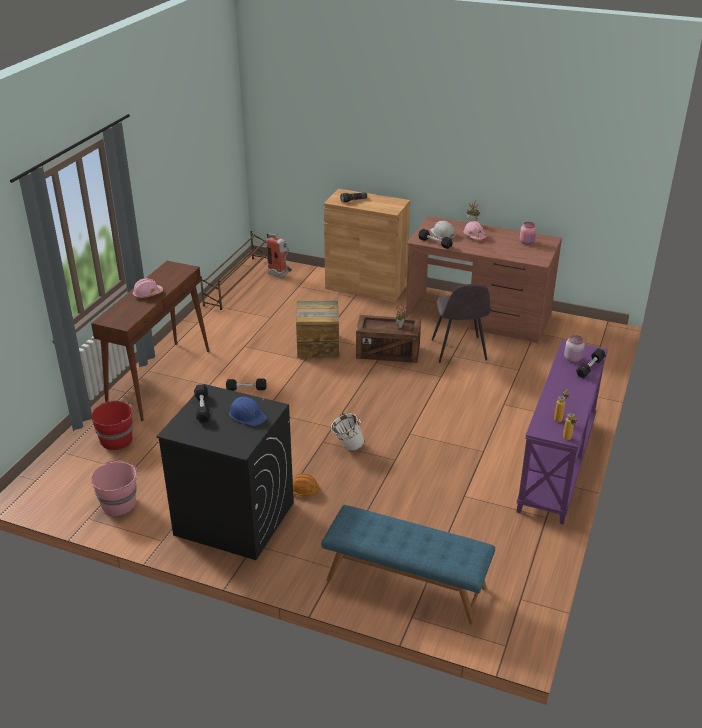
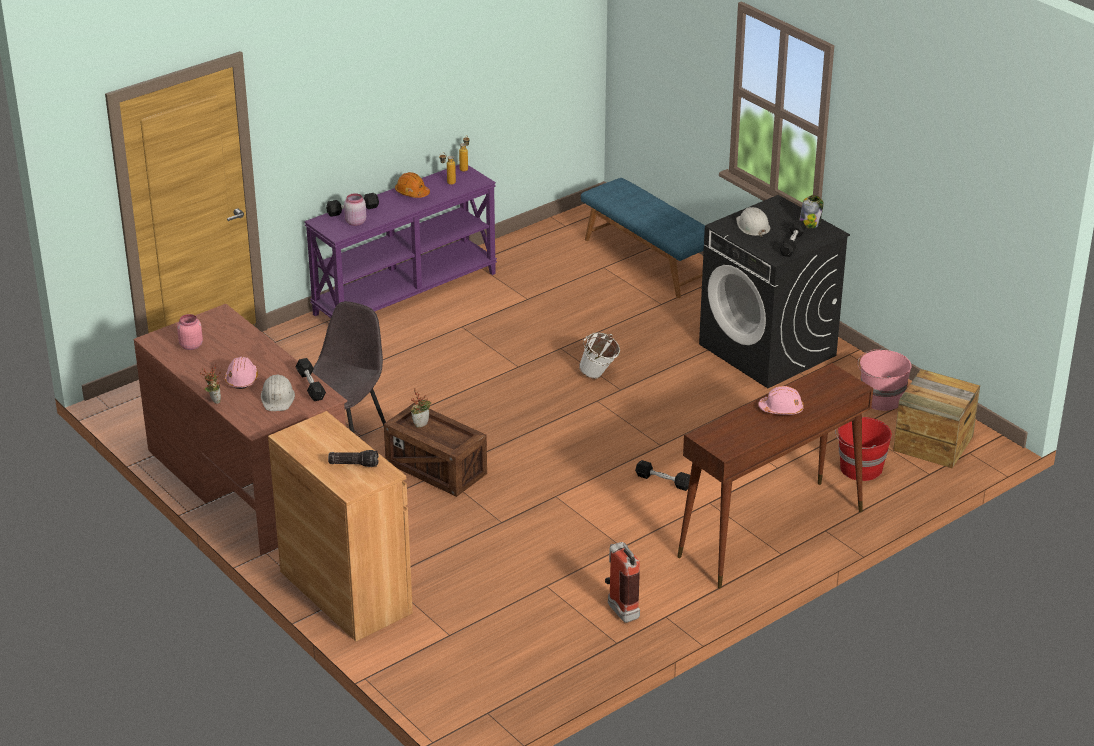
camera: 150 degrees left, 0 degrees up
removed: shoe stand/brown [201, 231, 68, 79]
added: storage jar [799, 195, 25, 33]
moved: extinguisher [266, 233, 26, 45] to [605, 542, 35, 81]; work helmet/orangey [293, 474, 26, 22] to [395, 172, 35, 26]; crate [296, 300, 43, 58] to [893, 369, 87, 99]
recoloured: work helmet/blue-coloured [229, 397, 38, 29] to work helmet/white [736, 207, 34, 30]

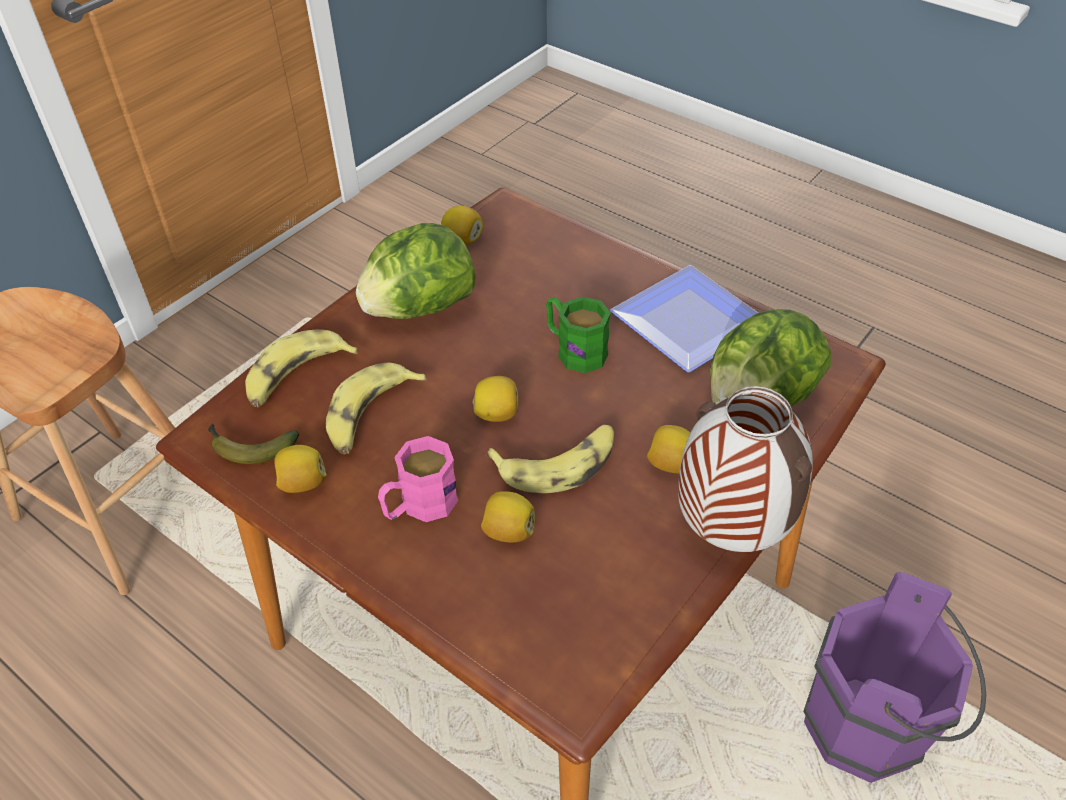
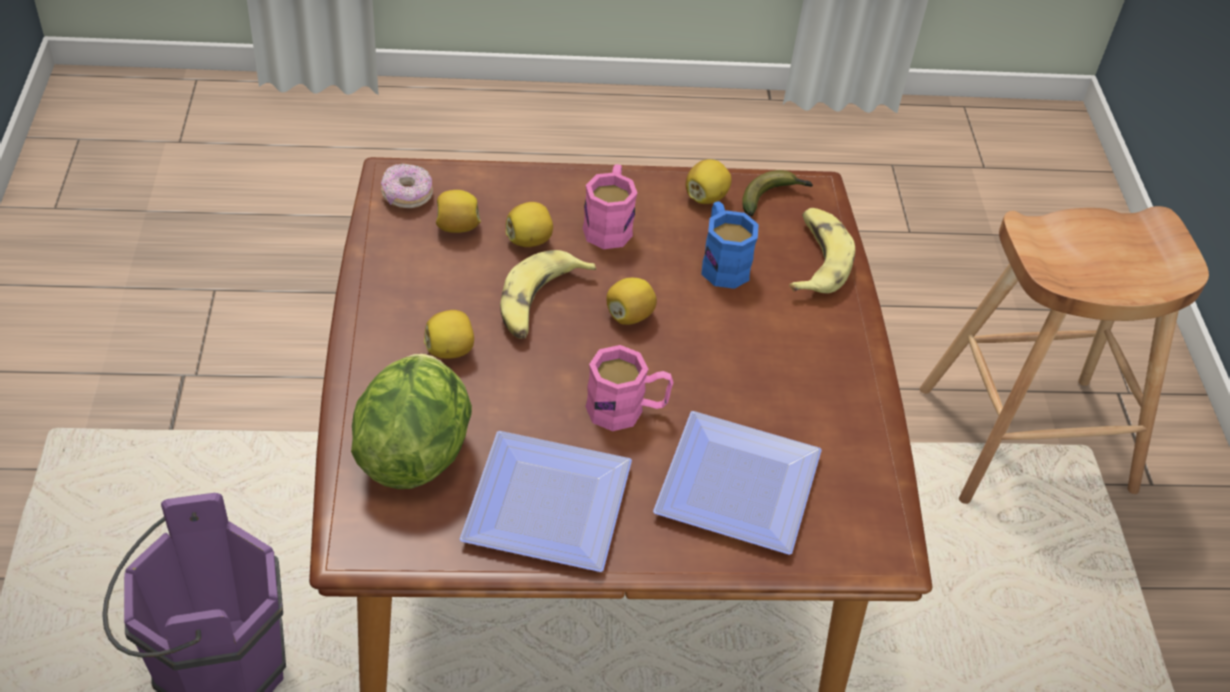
camera: 135 degrees right, 0 degrees up
removed: lettuce [356, 223, 120, 96]; flower vase [678, 386, 135, 166]
added: donut [381, 163, 52, 45]; flat dish [653, 411, 169, 144]
moved: lemon [441, 205, 42, 40] to [436, 190, 45, 43]
replaced: whole banana [326, 363, 101, 91] to tea mug/blue-coloured [701, 202, 58, 87]
recoloured: tea mug/green-coloured [546, 297, 65, 76] to tea mug/pink-coloured [585, 345, 88, 86]

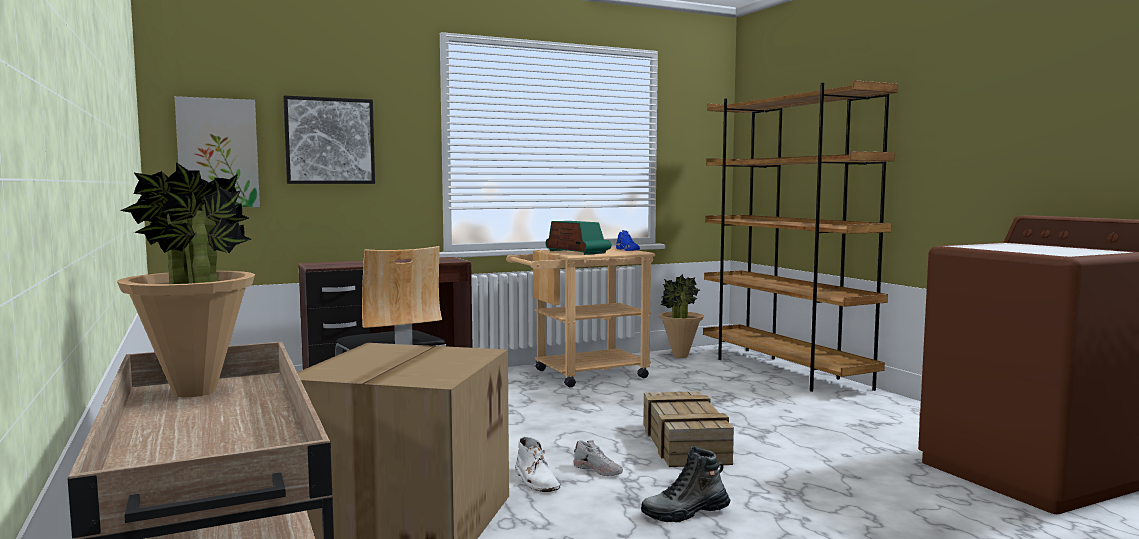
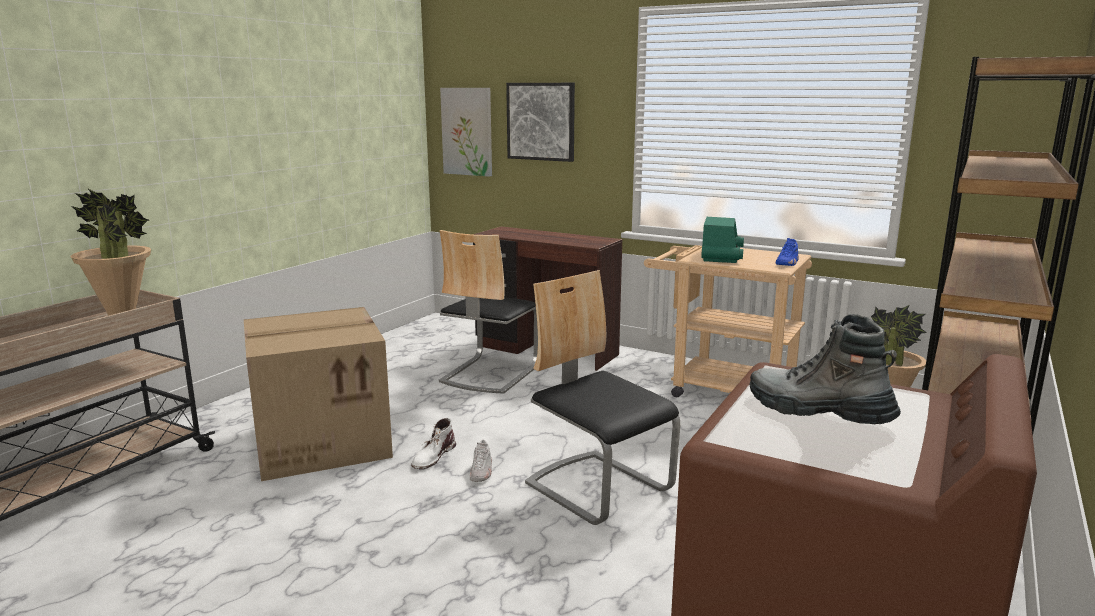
camera: 55 degrees right, 10 degrees up
moved: high-top boot [641, 447, 89, 75] to [749, 314, 152, 110]
replaced: crate [643, 391, 91, 76] to plain chair [525, 270, 156, 255]

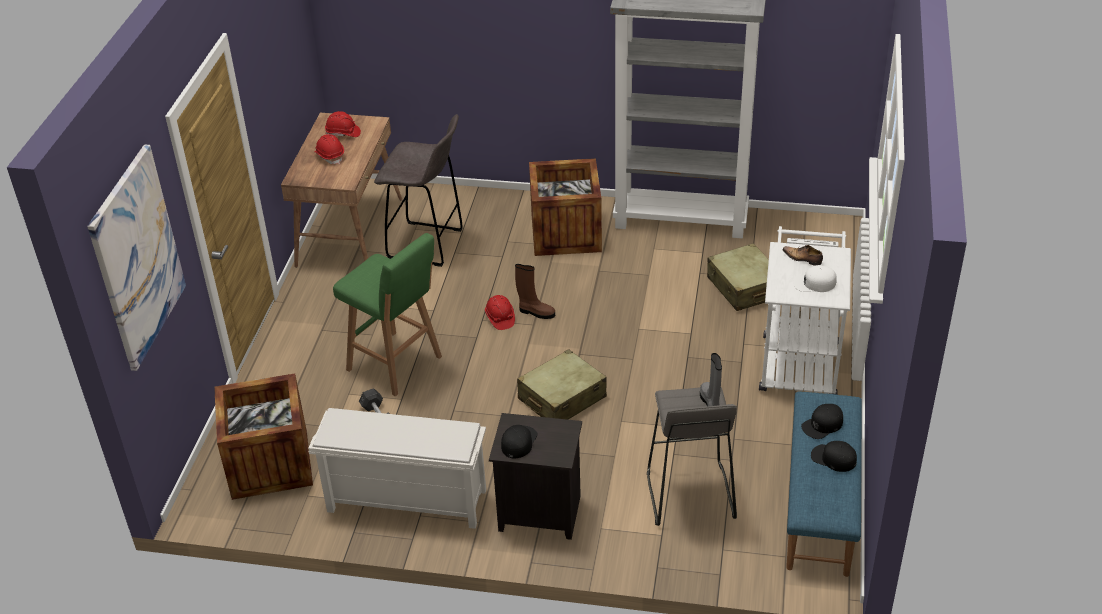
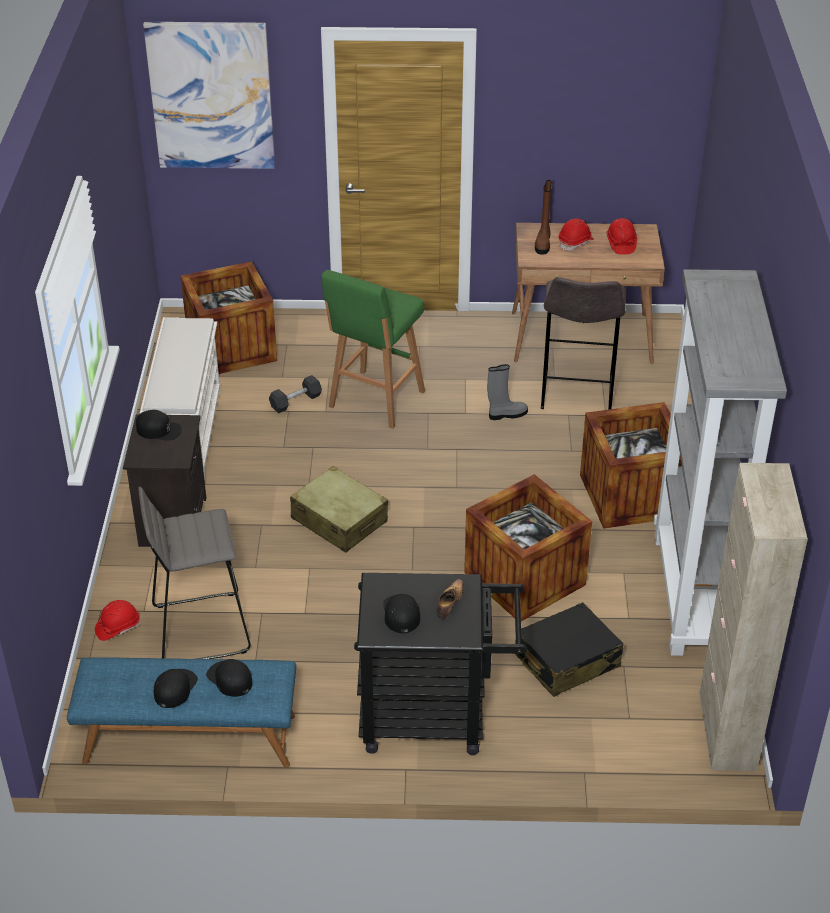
camera: 80 degrees right, 0 degrees up
added: crate [464, 474, 128, 147]; cupboard/beige [699, 463, 109, 308]
moved: work helmet/red-coloured [485, 295, 30, 35] to [95, 600, 45, 41]; high-top boot/brown [515, 264, 40, 55] to [535, 180, 17, 75]; high-top boot/grey [700, 353, 22, 54] to [487, 364, 41, 56]
recoloured: suitcase/beige [707, 243, 62, 68] to suitcase/black-coloured [515, 602, 109, 95]; wheeled cart/white [759, 226, 92, 169] to wheeled cart/black-coloured [354, 573, 173, 182]; peaked cap/white [793, 265, 43, 27] to peaked cap/black-coloured [383, 594, 37, 39]

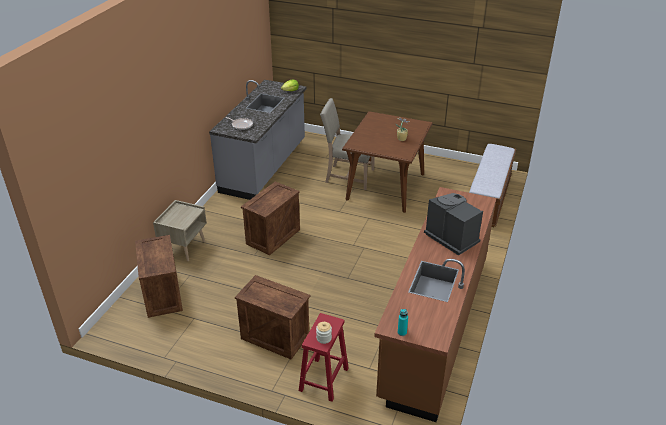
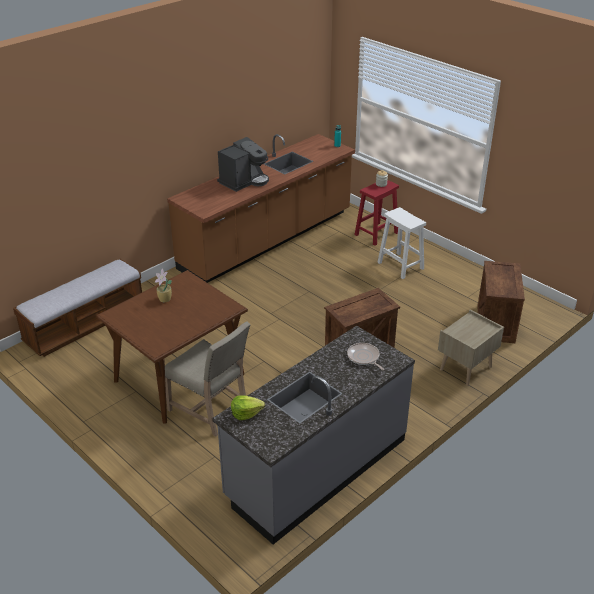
camera: 155 degrees left, 0 degrees up
replaced: crate [235, 275, 76, 84] to sitting stool/white [377, 207, 49, 72]
turned: coffee maker [424, 193, 59, 63] = [217, 137, 52, 55] 120 degrees counterclockwise

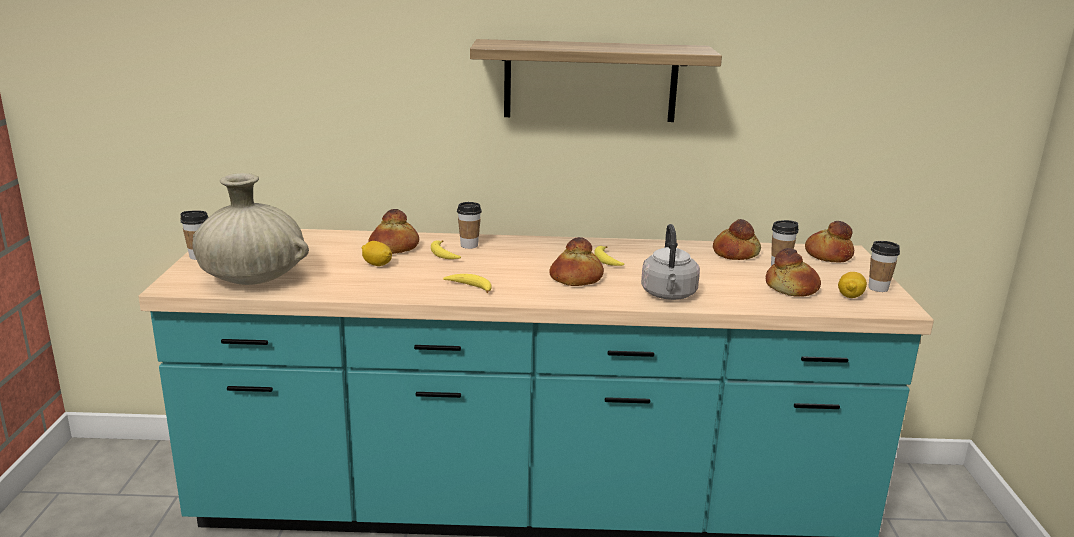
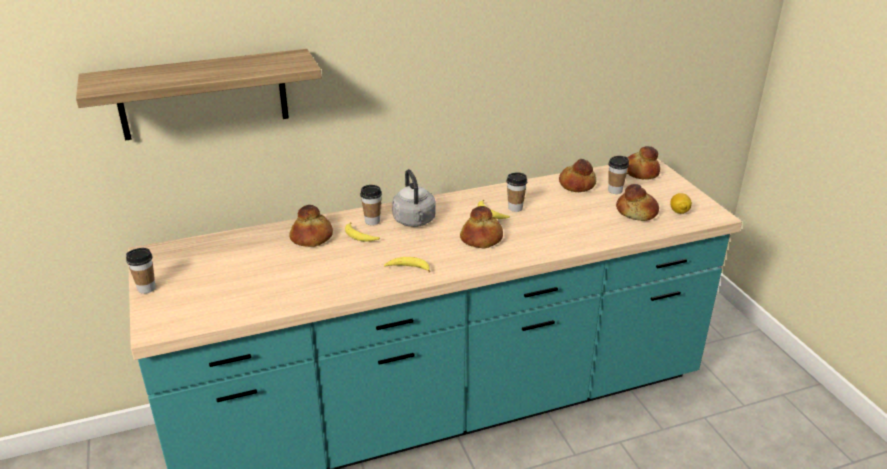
camera: 20 degrees left, 10 degrees up
removed: flower vase/beige [193, 173, 116, 112]; lemon [362, 241, 30, 25]
moved: bracket shelf [470, 39, 252, 83] to [76, 49, 246, 92]; water kettle/grey [641, 224, 59, 76] to [392, 169, 44, 58]; drinking cup [868, 241, 32, 51] to [507, 172, 20, 40]

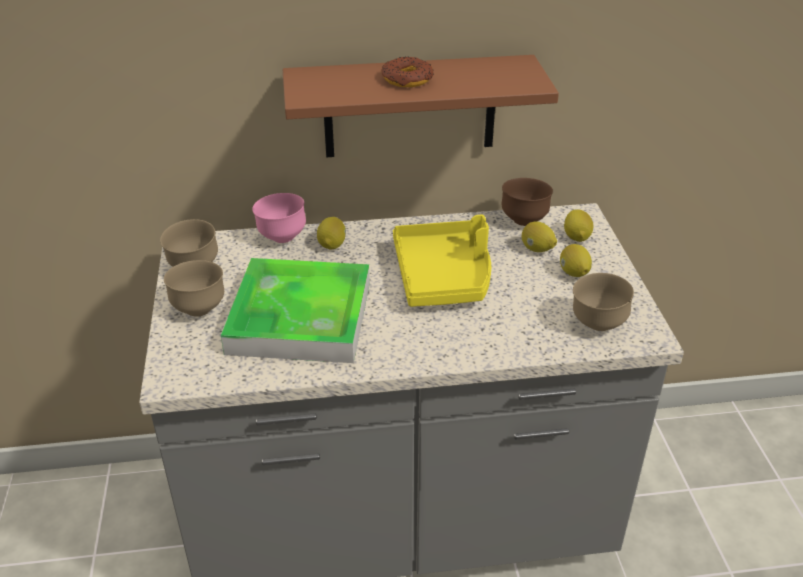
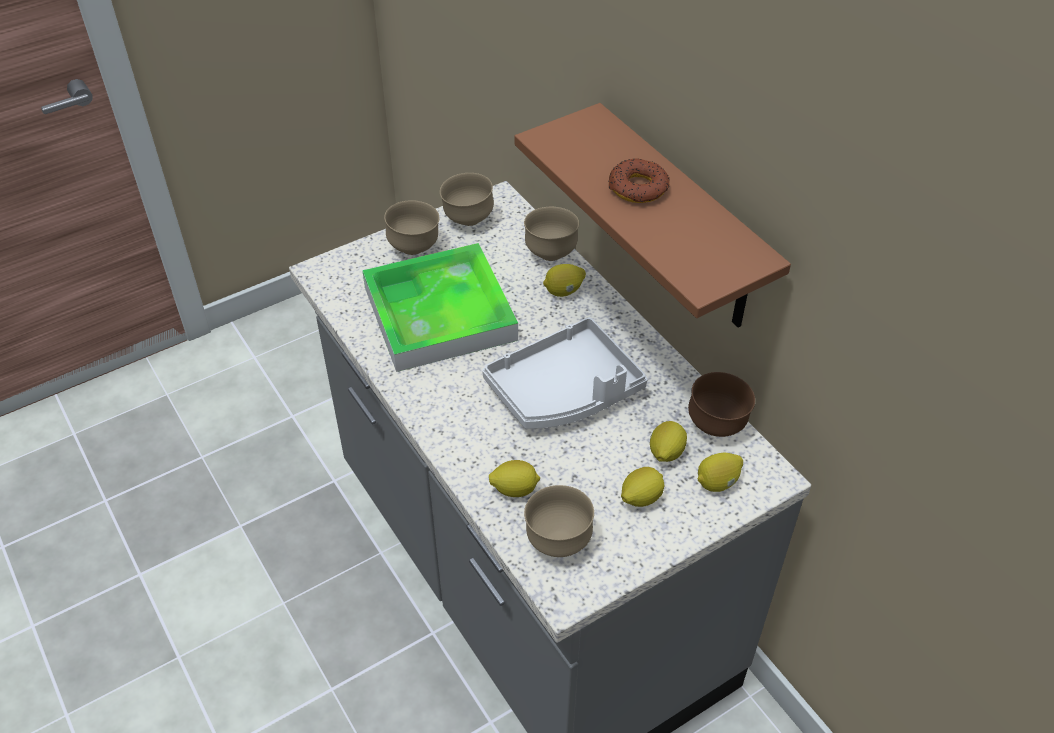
camera: 65 degrees right, 10 degrees up
added: lemon [489, 460, 51, 37]
recoloured: deep dish/pink-coloured [252, 193, 54, 50] to deep dish/brown [524, 207, 55, 54]; serving tray/yellow [393, 215, 98, 92] to serving tray/grey [482, 317, 166, 112]

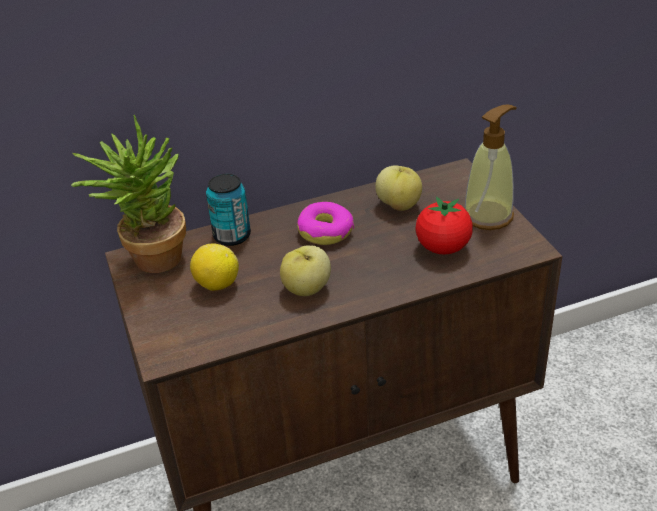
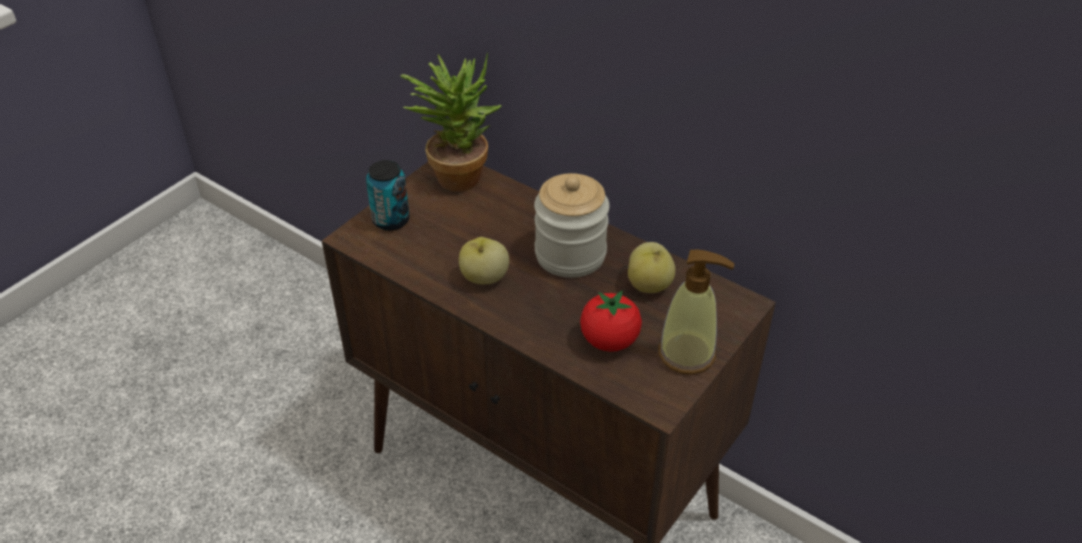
camera: 55 degrees right, 5 degrees up
removed: lemon [190, 243, 49, 48]
moved: can [206, 174, 45, 72] to [366, 160, 44, 71]
replaced: donut [297, 202, 57, 43] to storage jar [534, 173, 76, 105]

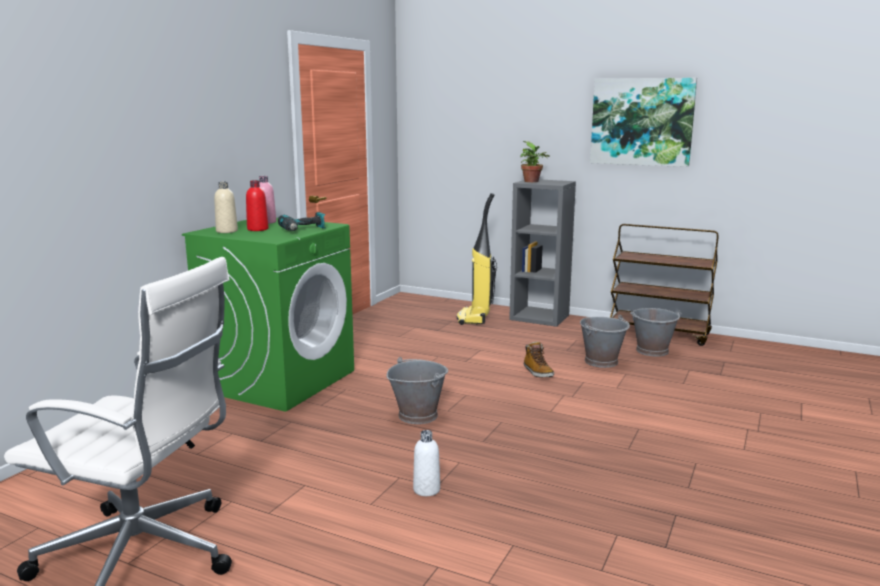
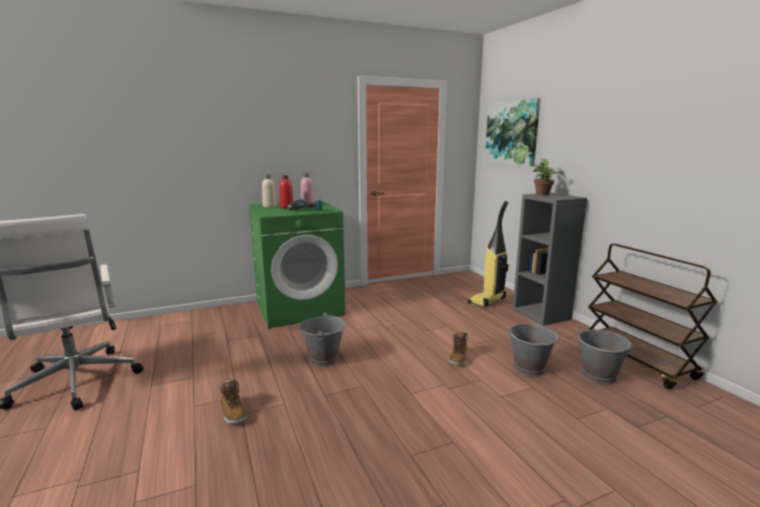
camera: 40 degrees right, 0 degrees up
moved: picture [590, 78, 107, 89] to [485, 98, 56, 69]
replaced: beverage bottle/white [413, 430, 27, 66] to high-top boot [219, 378, 28, 46]

